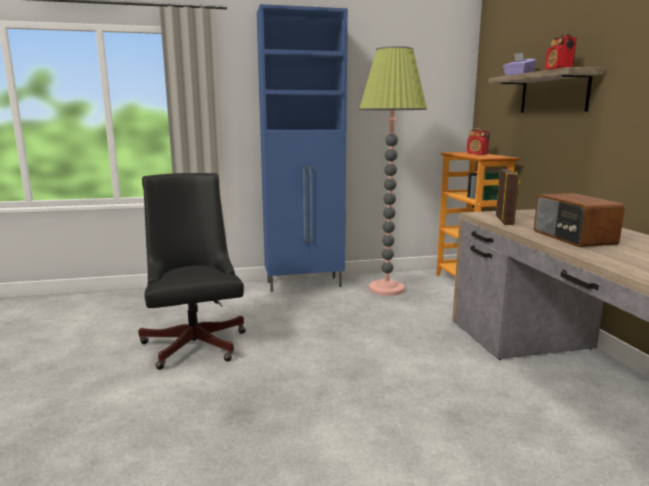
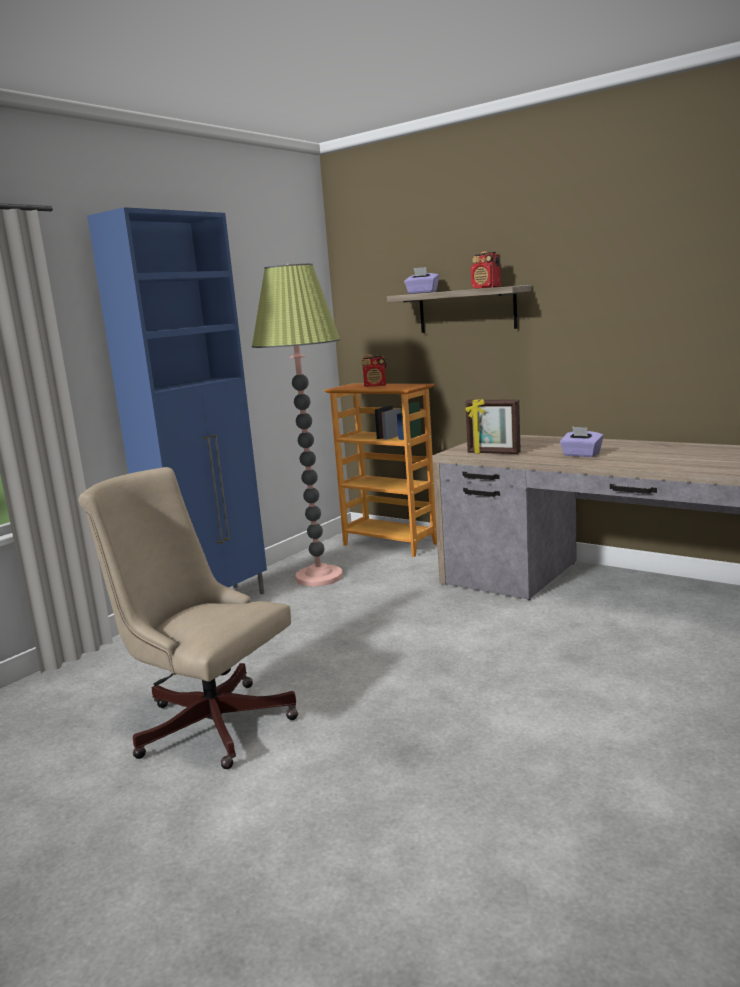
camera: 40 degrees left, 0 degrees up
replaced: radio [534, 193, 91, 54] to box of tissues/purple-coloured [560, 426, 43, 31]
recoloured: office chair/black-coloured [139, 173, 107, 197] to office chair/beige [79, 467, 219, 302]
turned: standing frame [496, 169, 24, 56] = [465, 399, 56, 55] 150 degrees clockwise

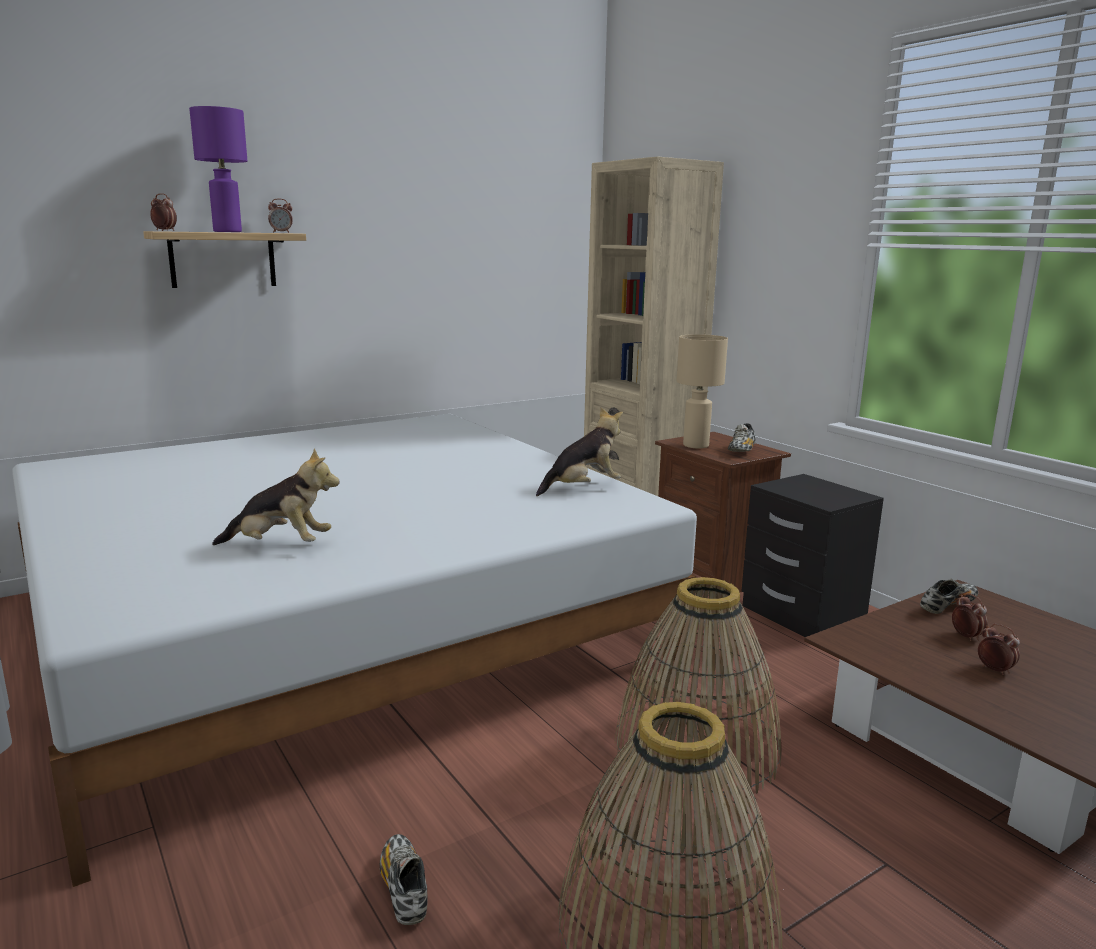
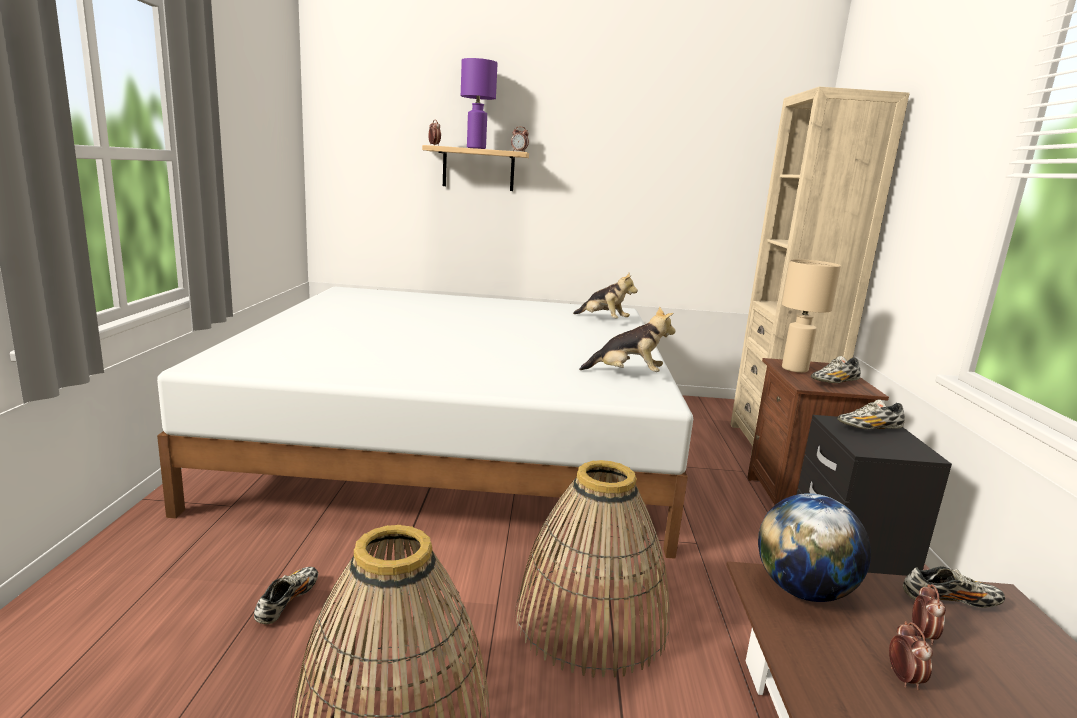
camera: 35 degrees right, 0 degrees up
added: desk globe [758, 493, 113, 109]; item of footwear [837, 399, 68, 30]
moved: plush toy [212, 448, 128, 97] to [573, 272, 65, 46]

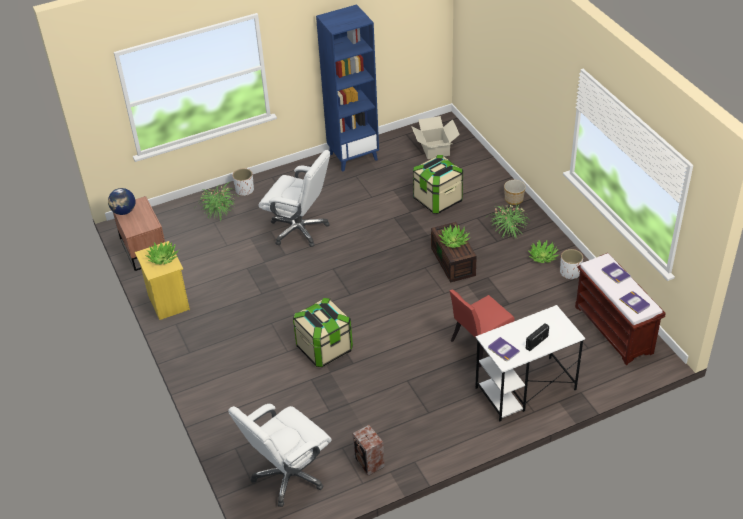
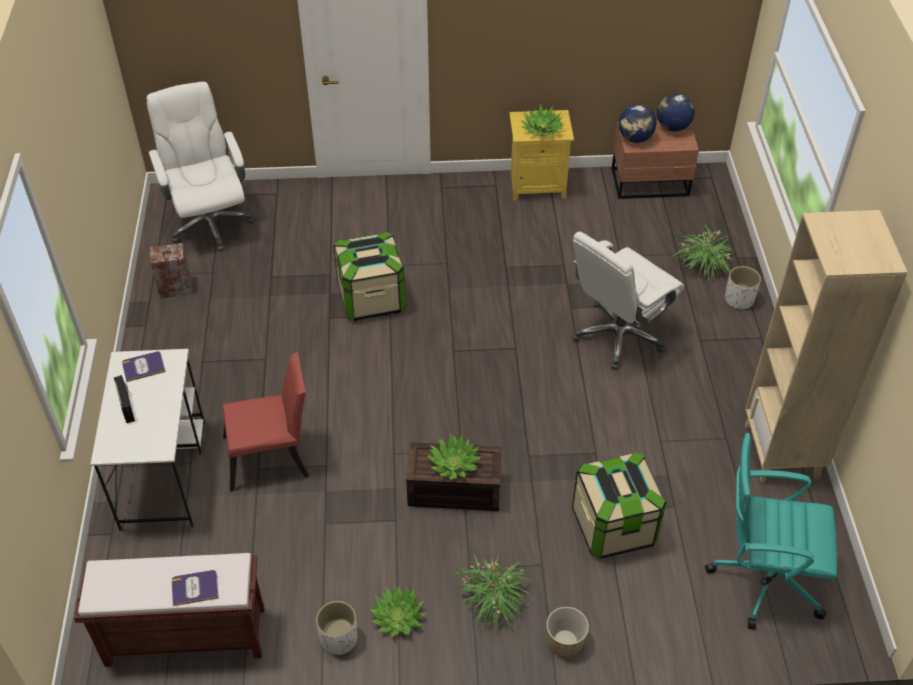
camera: 110 degrees right, 5 degrees up
removed: volume [619, 291, 31, 23]
added: desk globe [619, 105, 37, 38]
replaced: cardboard box [411, 116, 49, 43] to office chair/turquoise [705, 433, 132, 197]
recoloured: shelving unit/blue-coloured [316, 4, 63, 168] to shelving unit/beige [745, 210, 163, 272]
turned: plain chair/red-coloured [450, 290, 65, 77] = [222, 352, 87, 140] 90 degrees clockwise

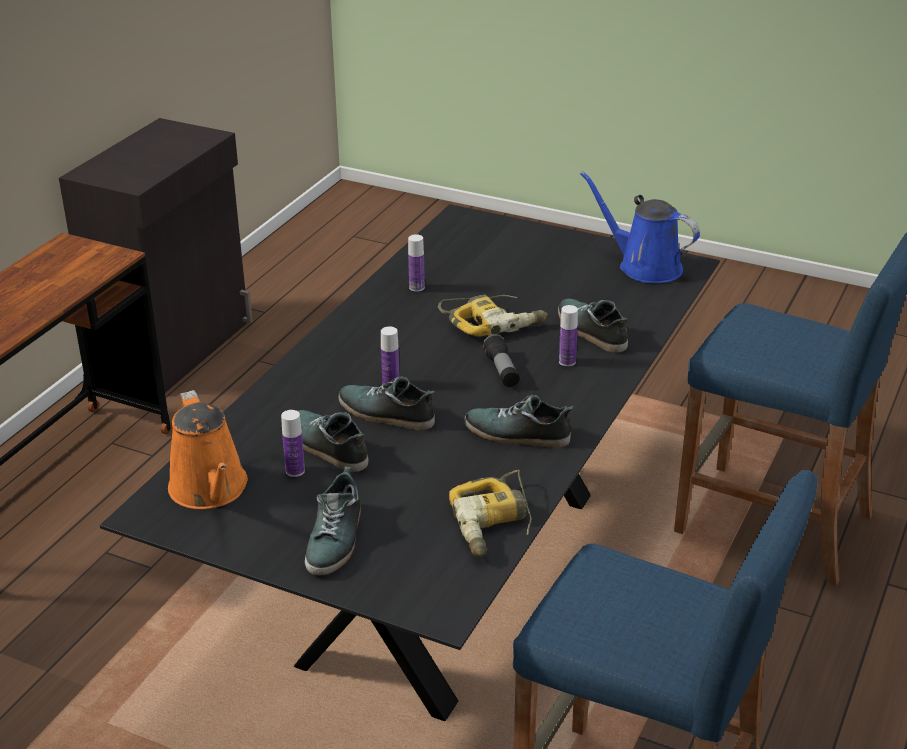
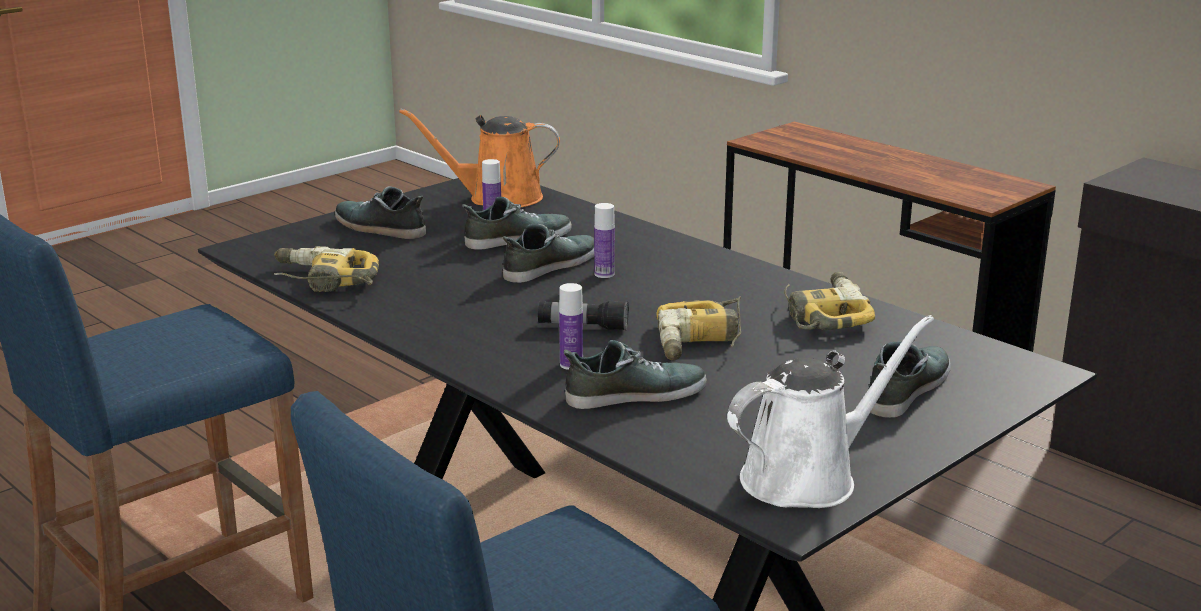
camera: 110 degrees right, 10 degrees down
moved: item of footwear [464, 395, 110, 53] to [869, 341, 82, 77]
replaced: beverage bottle [408, 234, 17, 58] to power drill [784, 272, 91, 58]
recoloured: watering pot/blue-coloured [580, 171, 120, 112] to watering pot/white [727, 315, 207, 193]

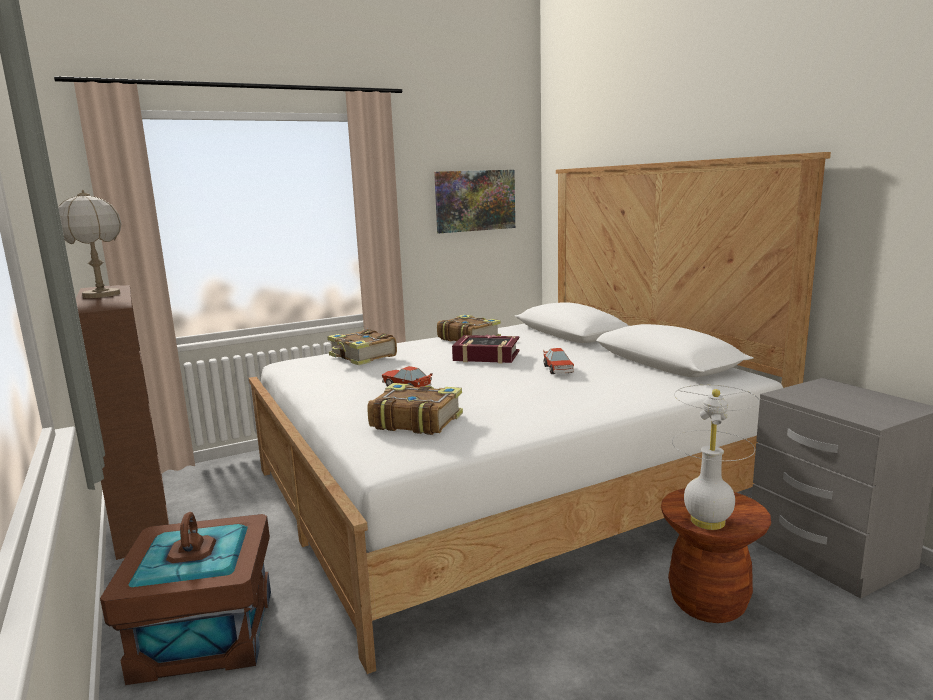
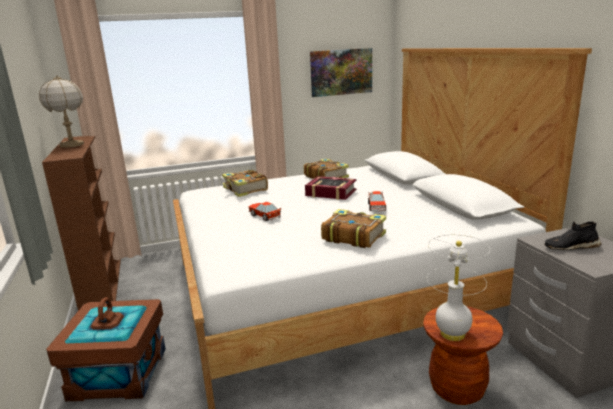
camera: 10 degrees right, 5 degrees up
added: item of footwear/black-coloured [544, 221, 58, 29]
moved: volume [367, 383, 96, 52] to [321, 209, 65, 39]

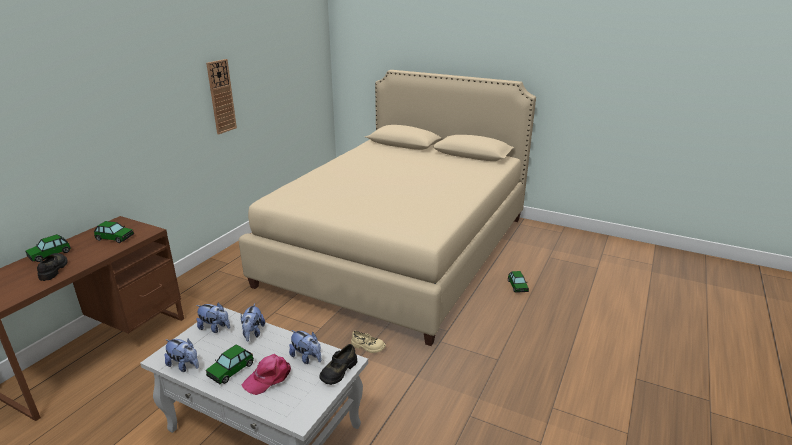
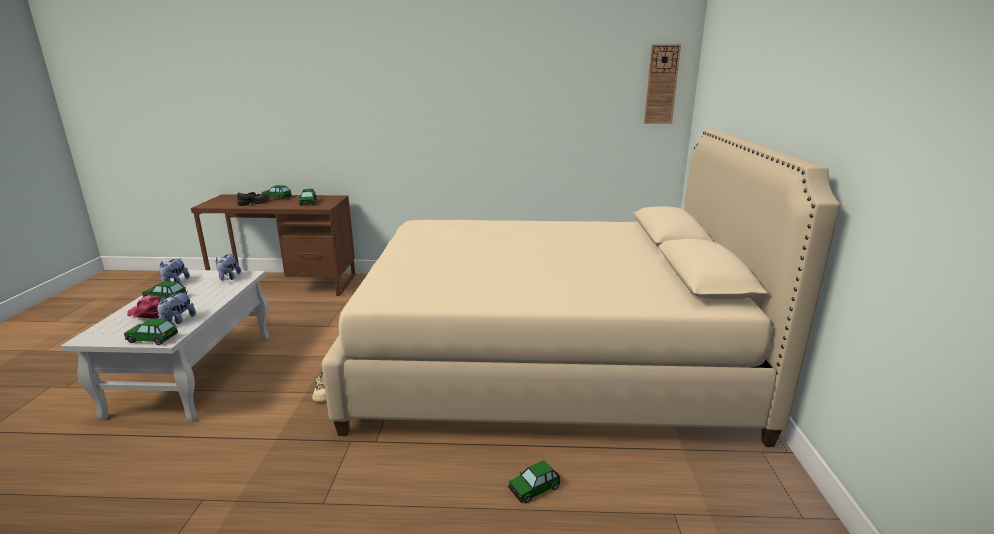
camera: 65 degrees right, 5 degrees down
removed: plush toy [241, 303, 24, 38]
moved: clock on the wall [206, 59, 31, 75] to [644, 44, 37, 80]
replaced: item of footwear/black-coloured [319, 344, 38, 41] to model car [124, 318, 54, 27]

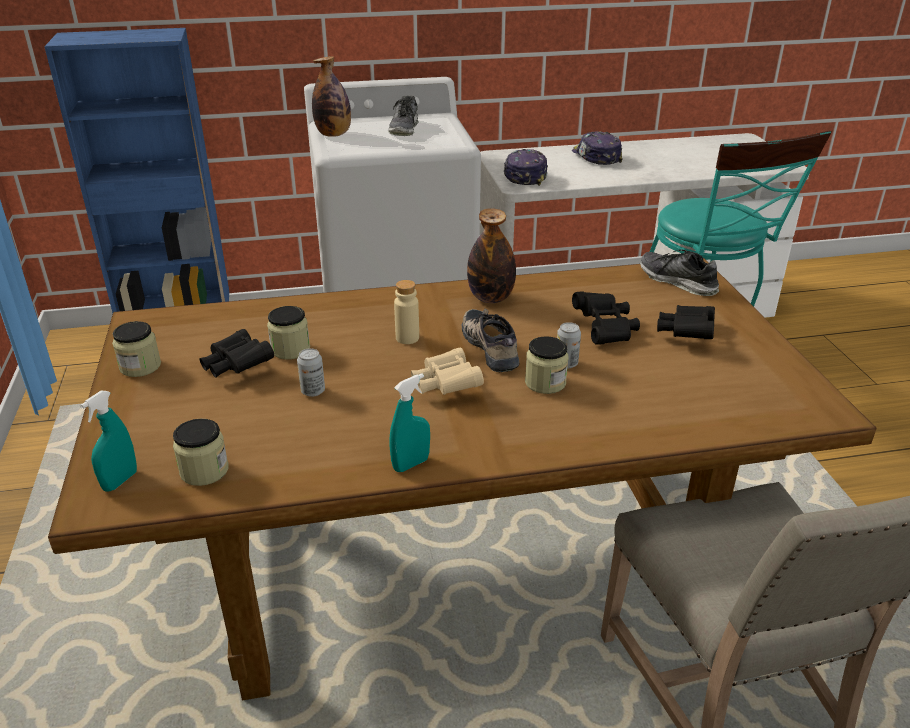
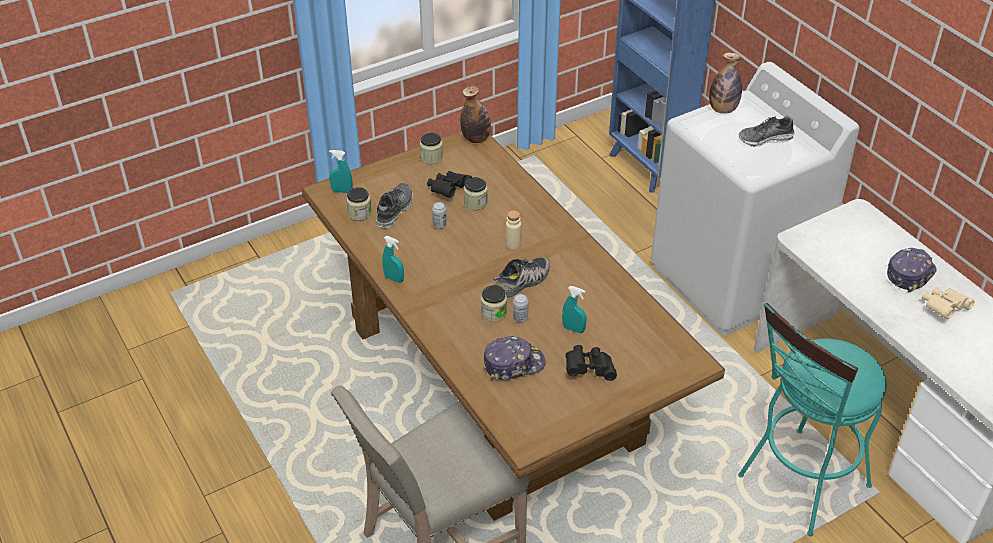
camera: 70 degrees right, 10 degrees up
moved: field glasses/beige [411, 348, 73, 47] to [922, 287, 53, 32]; beverage bottle [467, 208, 49, 95] to [460, 86, 31, 57]; peaked cap [504, 149, 44, 37] to [483, 336, 63, 44]; item of footwear [640, 250, 79, 46] to [376, 183, 37, 45]
replaced: field glasses/black-coloured [572, 291, 68, 53] to hand sprayer/turquoise [562, 286, 25, 47]

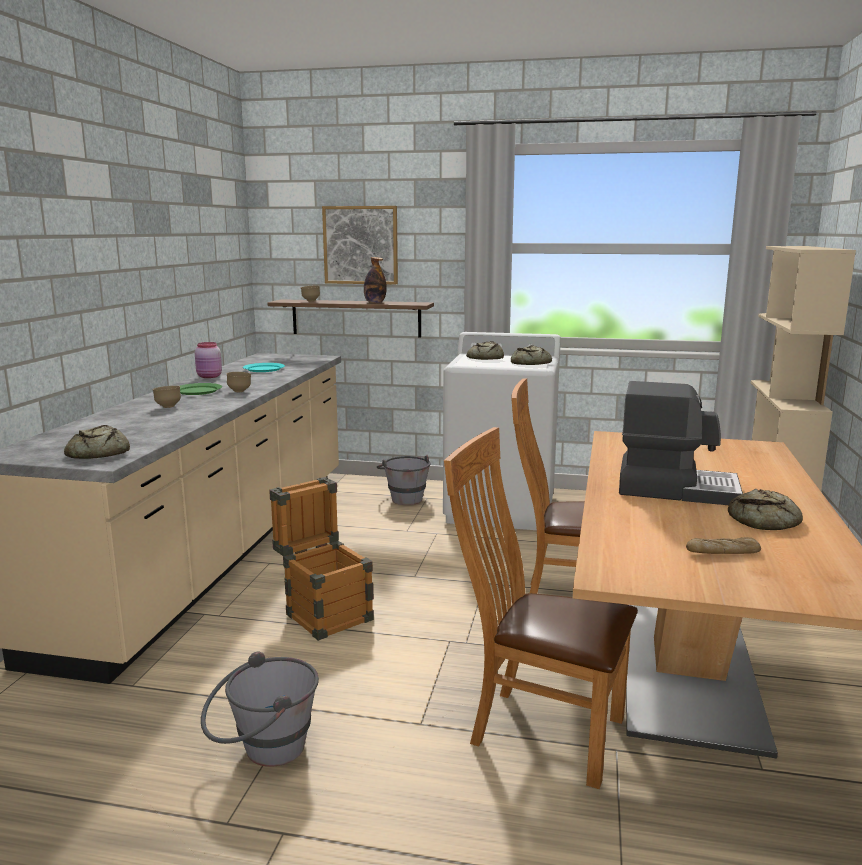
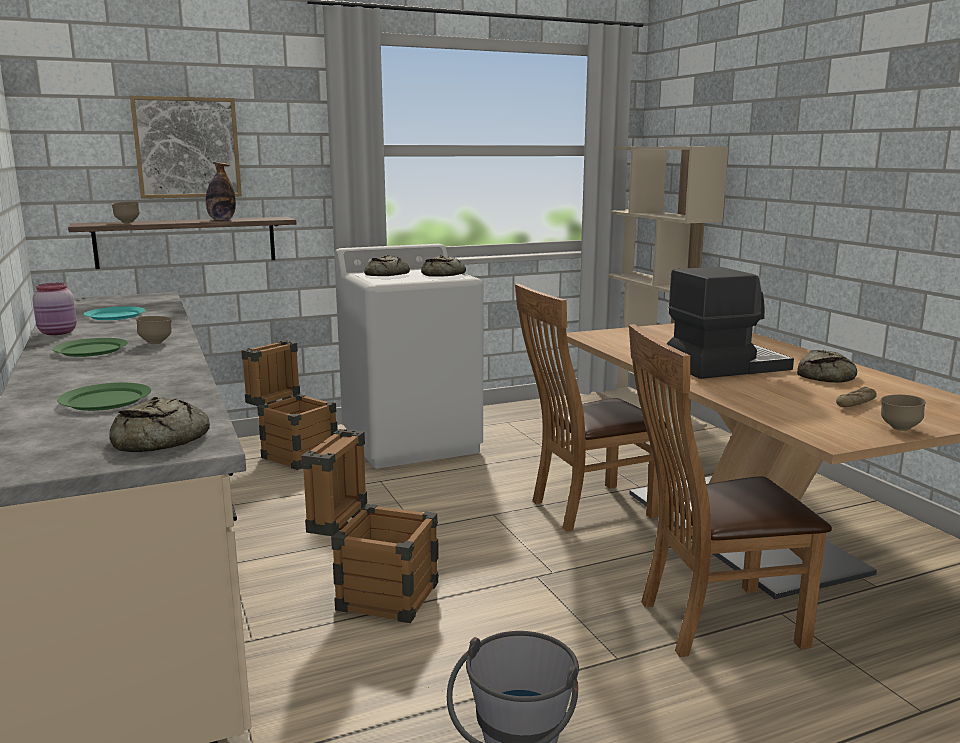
camera: 35 degrees left, 0 degrees up
added: flat dish/green-coloured [57, 383, 94, 28]
moved: deep dish/brown [152, 386, 29, 22] to [881, 395, 45, 36]
replaced: pail/grey [376, 455, 55, 50] to crate [241, 340, 97, 130]

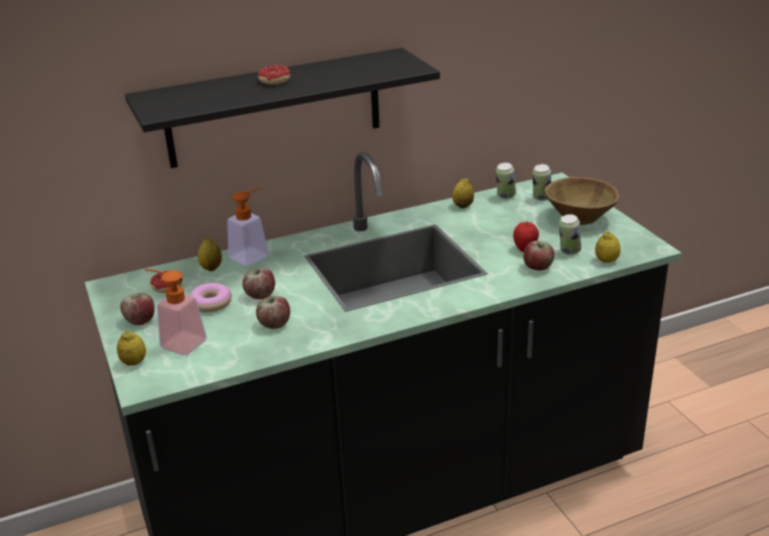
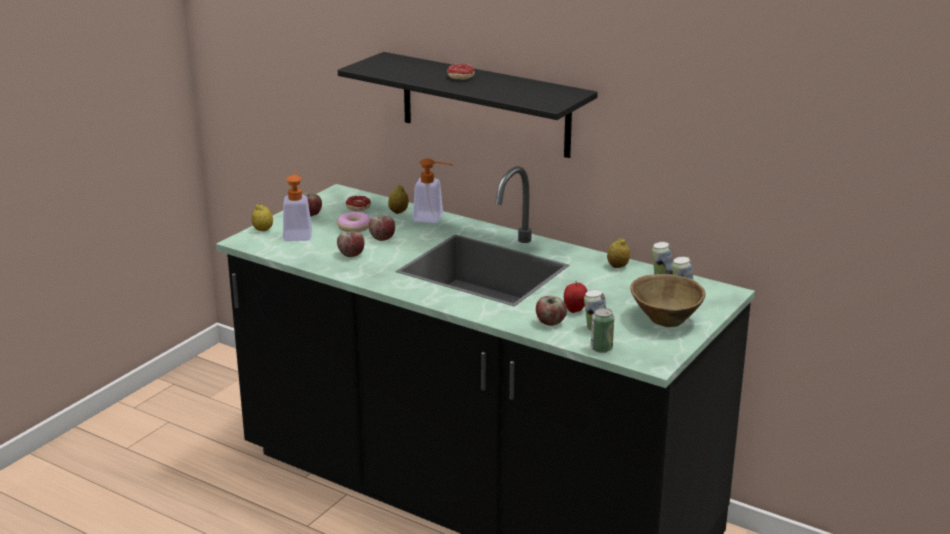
camera: 55 degrees right, 5 degrees down
replaced: lemon [595, 232, 25, 31] to can [591, 308, 23, 45]

